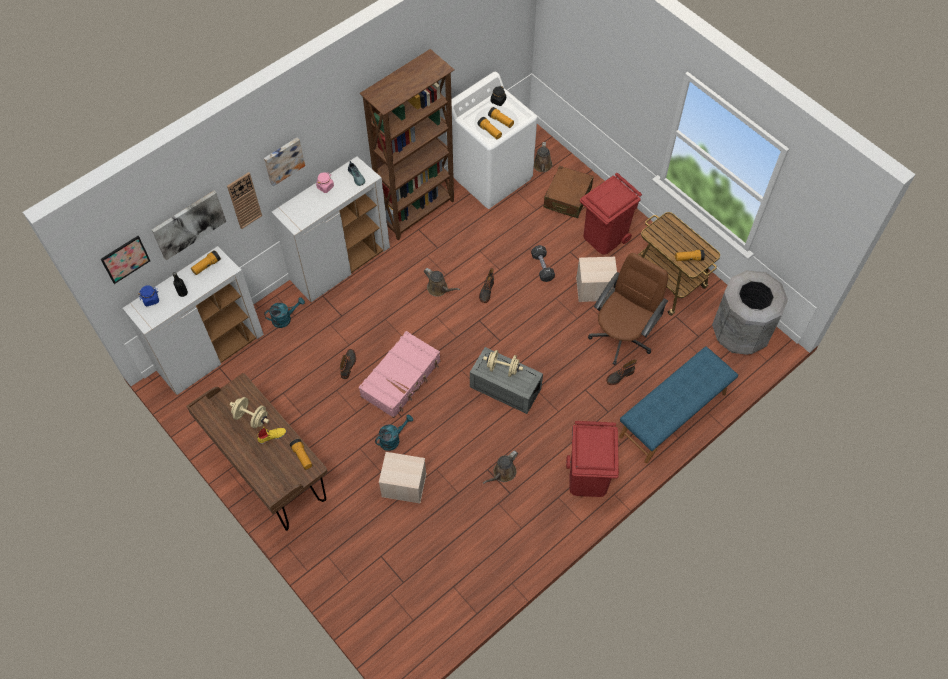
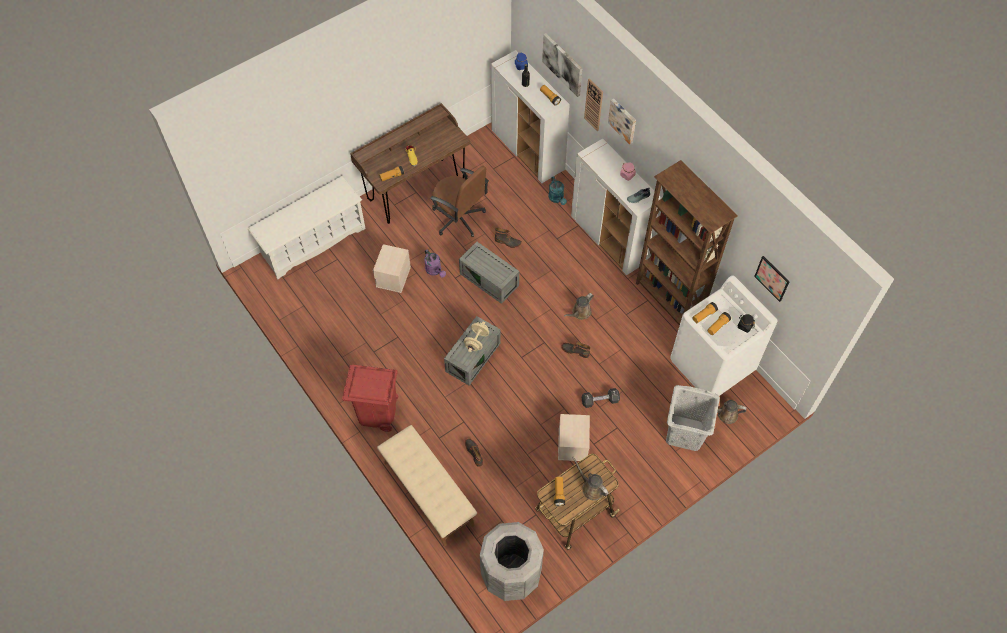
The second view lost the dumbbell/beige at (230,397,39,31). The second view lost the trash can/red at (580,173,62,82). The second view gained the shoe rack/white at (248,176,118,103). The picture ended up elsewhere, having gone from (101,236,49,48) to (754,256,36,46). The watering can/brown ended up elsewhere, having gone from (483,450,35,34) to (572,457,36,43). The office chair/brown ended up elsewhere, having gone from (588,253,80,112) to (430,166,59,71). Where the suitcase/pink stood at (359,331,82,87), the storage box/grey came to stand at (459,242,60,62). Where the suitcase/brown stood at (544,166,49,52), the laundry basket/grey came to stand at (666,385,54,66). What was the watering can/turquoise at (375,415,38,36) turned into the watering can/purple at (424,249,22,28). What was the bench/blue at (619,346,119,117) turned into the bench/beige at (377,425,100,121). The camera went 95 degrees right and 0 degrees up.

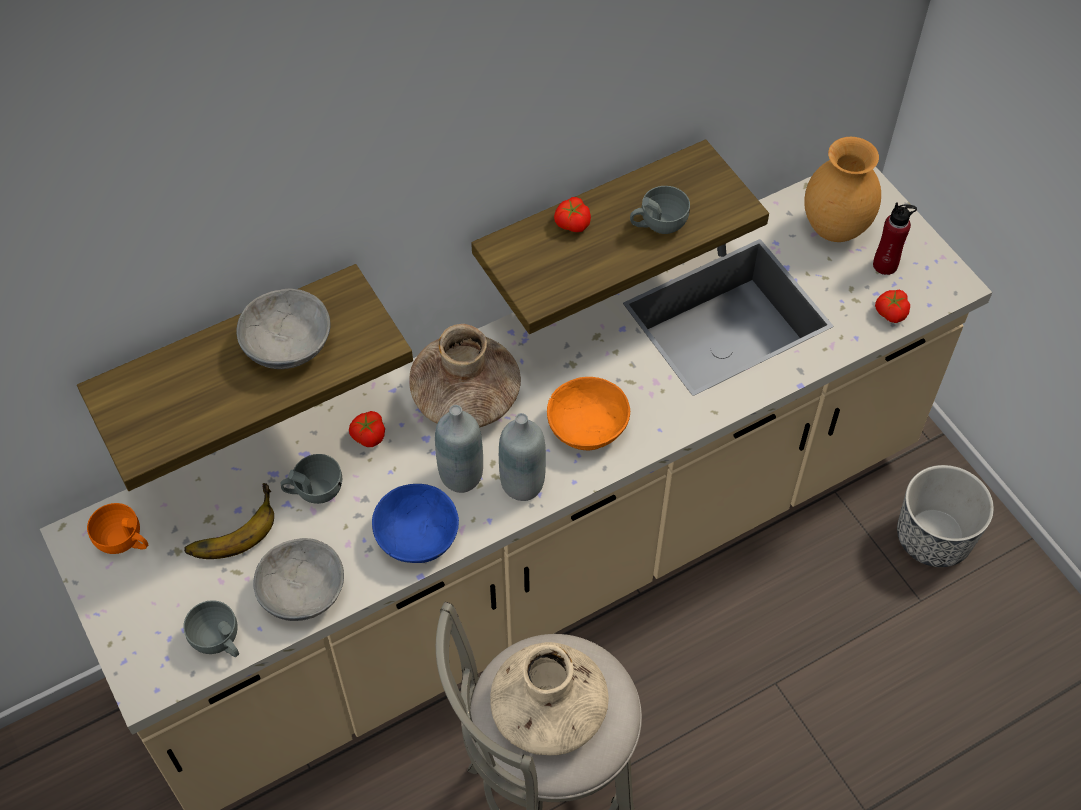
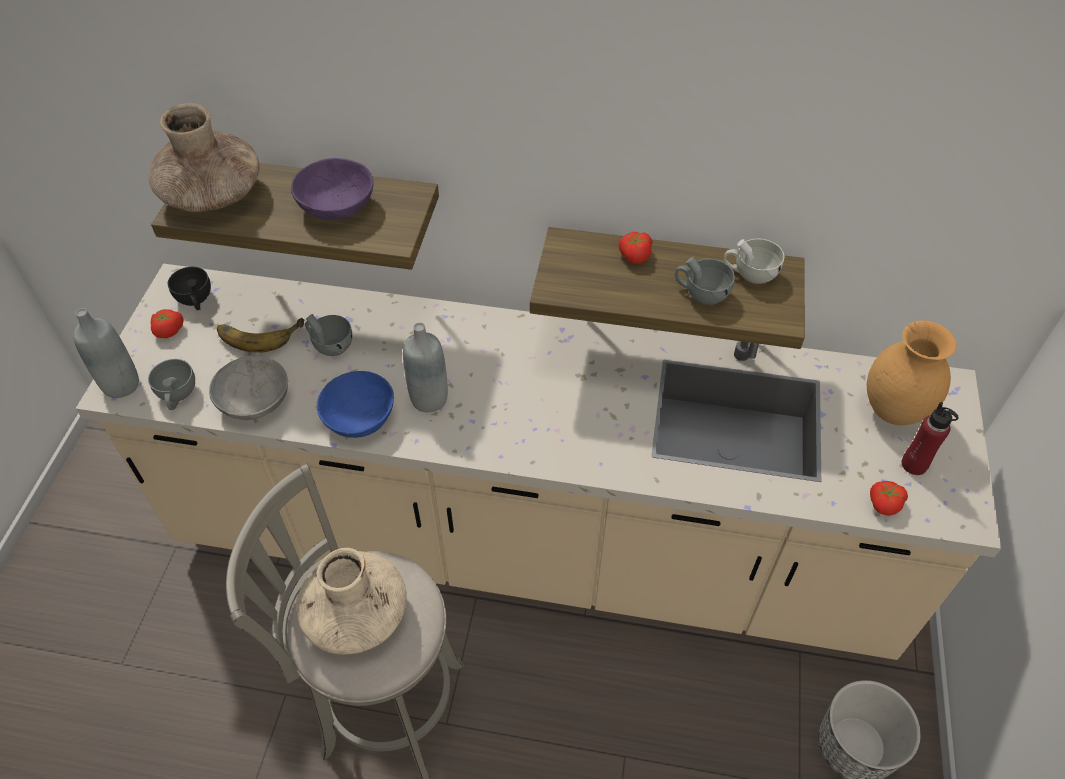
The second view lost the bowl/orange at (547,377,83,73). The second view gained the cup/white at (724,239,60,45). The tomato ended up elsewhere, having gone from (349,411,36,36) to (151,309,33,29). The vase/brown ended up elsewhere, having gone from (409,324,112,104) to (149,103,110,109). The bottle/grey ended up elsewhere, having gone from (499,413,47,88) to (73,308,66,90). What was the cup/orange at (87,503,61,51) turned into the cup/black at (168,267,43,43). What was the bowl/grey at (236,289,94,80) turned into the bowl/purple at (291,158,82,62). The camera went 40 degrees right and 5 degrees down.

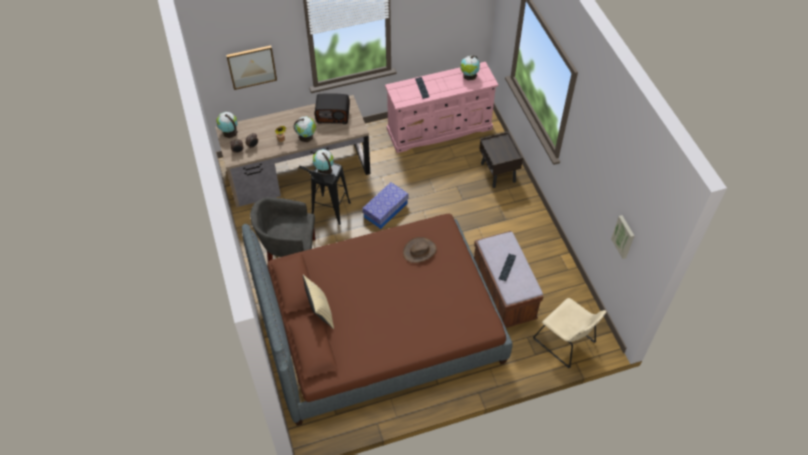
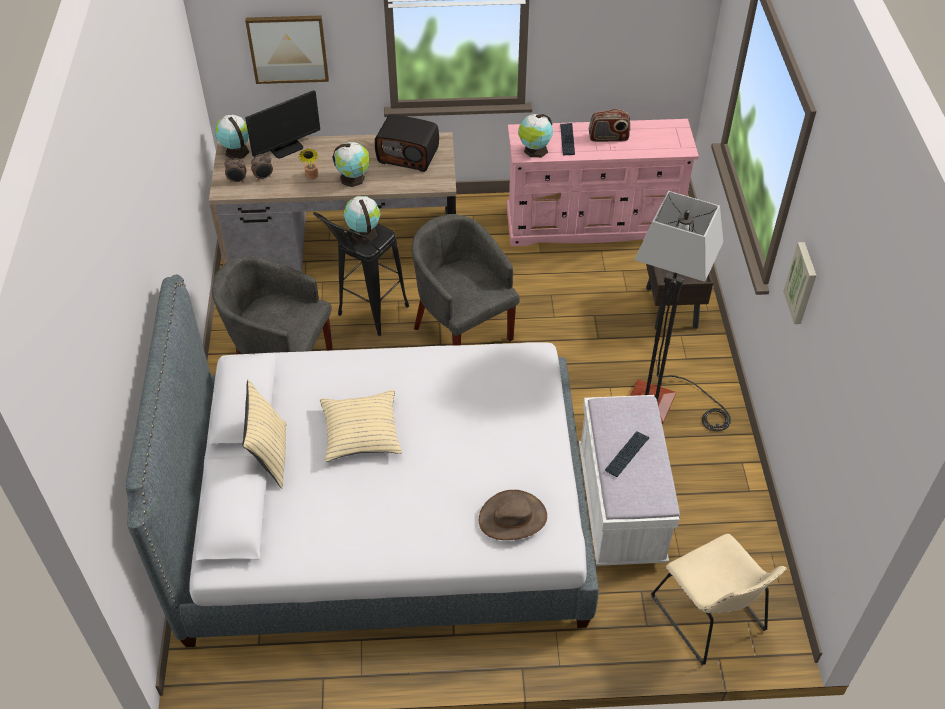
The second view gained the monitor at (245,90,75,68). The second view gained the pillow/beige at (320,390,82,72). The second view gained the radio at (589,109,41,33). The second view gained the floor lamp at (630,191,101,240). The hat/brown ended up elsewhere, having gone from (403,237,34,26) to (479,490,68,50). The globe ended up elsewhere, having gone from (461,55,19,25) to (518,114,35,44). The picture ended up elsewhere, having gone from (611,215,23,44) to (783,242,33,82). Where the storage box stood at (362,182,46,47), the armchair/grey came to stand at (412,214,108,131). What was the bed/brown at (242,214,271,212) turned into the bed/grey at (126,275,473,372). What was the bench/brown at (474,231,70,97) turned into the bench/white at (579,395,101,171). The camera went 15 degrees right and 5 degrees down.

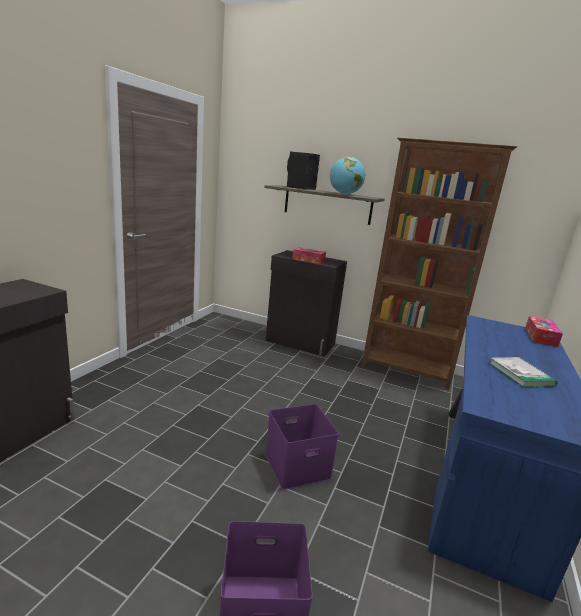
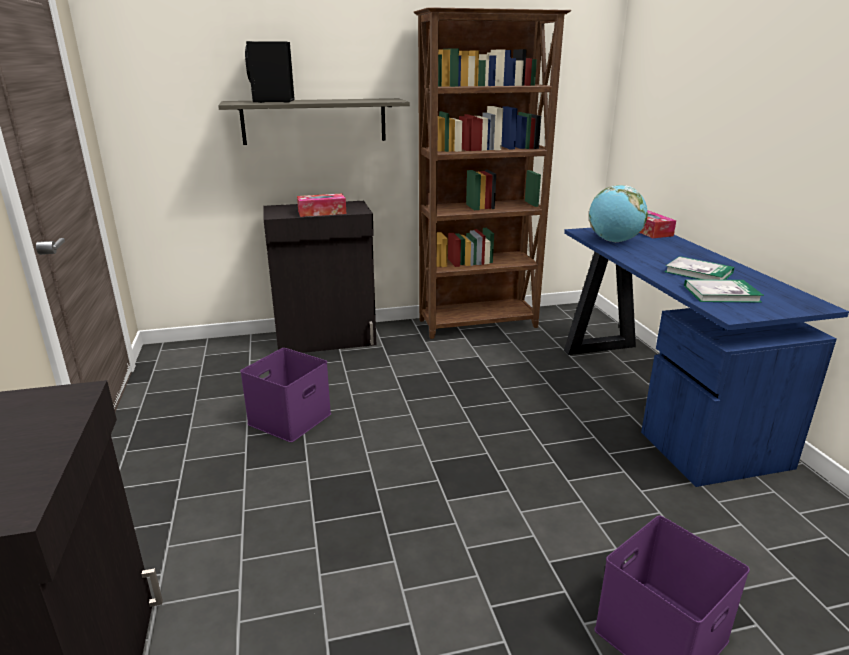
The second view gained the book at (684,279,80,24). The storage box/purple ended up elsewhere, having gone from (265,404,74,86) to (240,348,91,94). The globe ended up elsewhere, having gone from (330,157,36,37) to (589,185,59,57). The camera went 35 degrees left and 5 degrees up.

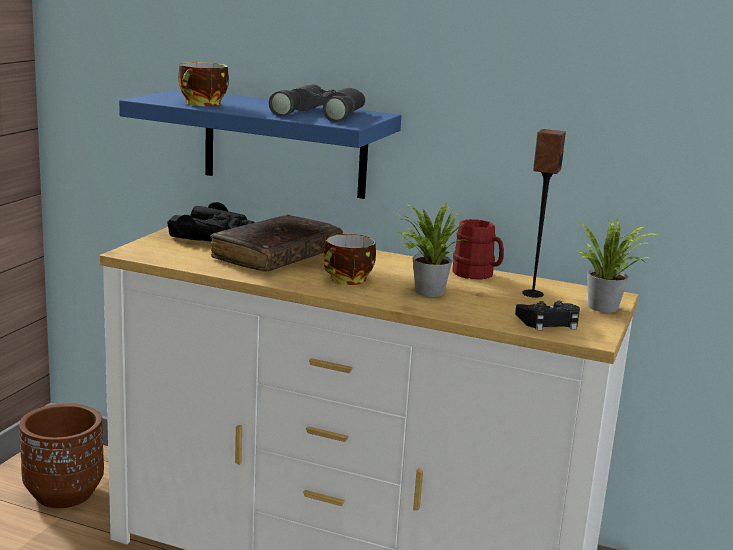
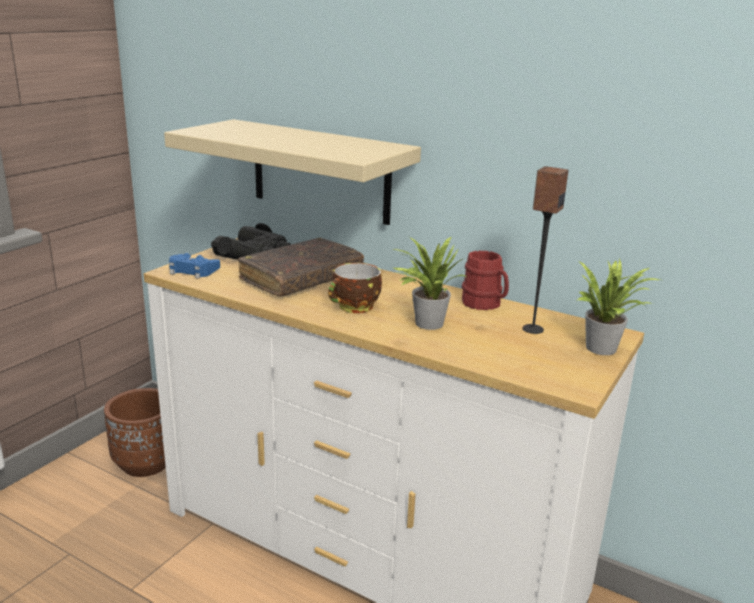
The second view lost the cup at (178,62,51,44). The second view lost the binoculars/grey at (269,84,96,38). The second view lost the game controller/black at (515,301,65,29). The second view gained the game controller/blue at (169,253,51,26). What was the shelf/blue at (119,89,282,110) turned into the shelf/beige at (164,119,257,106). The camera went 10 degrees right and 5 degrees up.

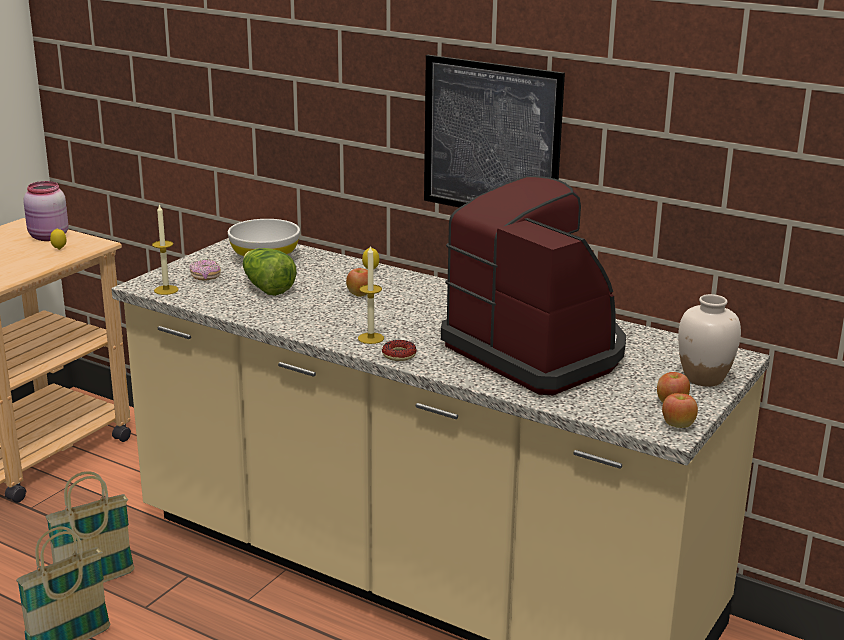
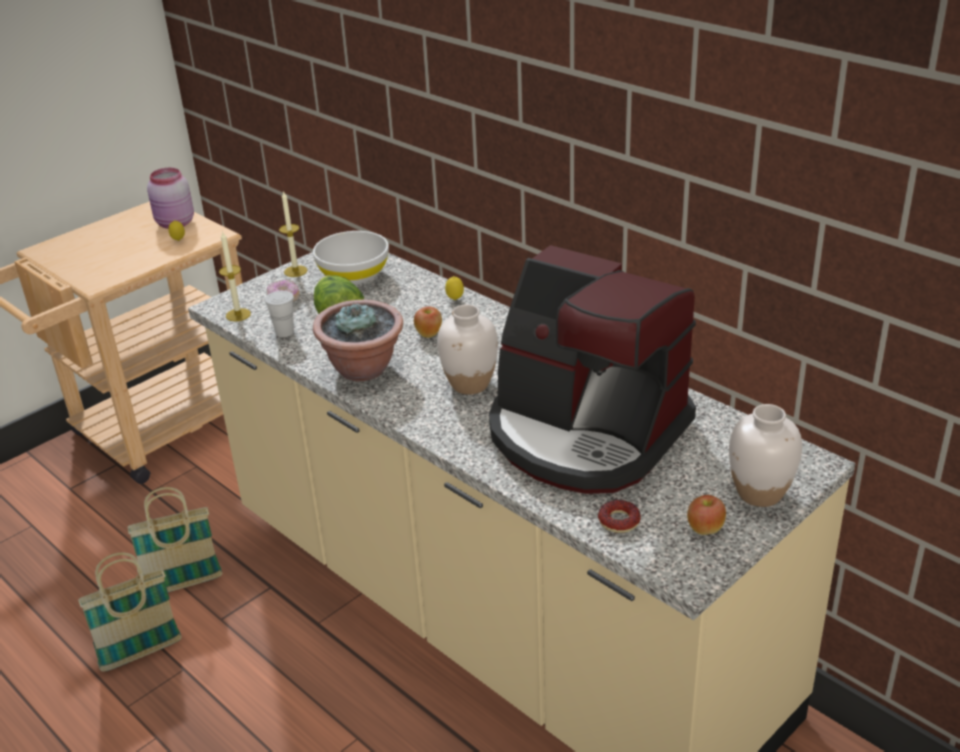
The second view lost the picture at (424,55,141,153). The second view lost the apple at (662,393,36,35). The second view gained the cup/white at (265,291,29,46). The second view gained the potted plant at (313,300,90,81). The second view gained the vase/white at (437,304,61,91). The candle ended up elsewhere, having gone from (358,245,26,99) to (279,190,28,87). The donut ended up elsewhere, having gone from (382,340,35,21) to (598,500,43,33). The coffee machine at (441,176,185,219) ended up facing another way, 150 degrees clockwise from before. The camera went 15 degrees right and 10 degrees up.

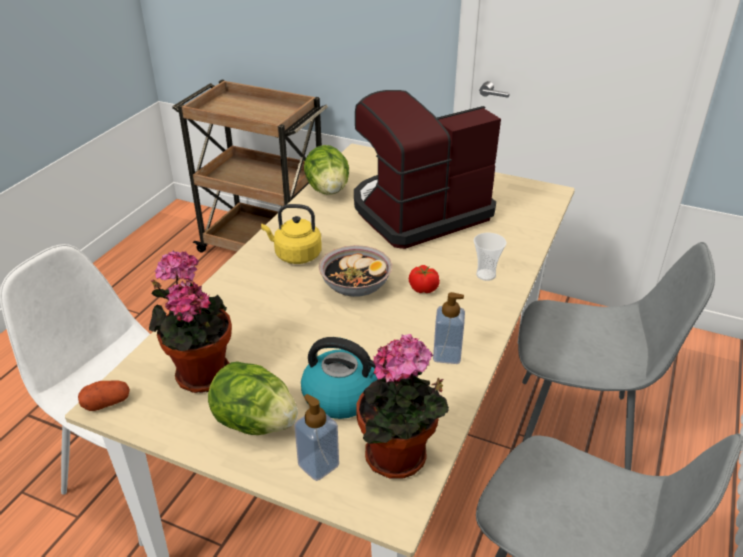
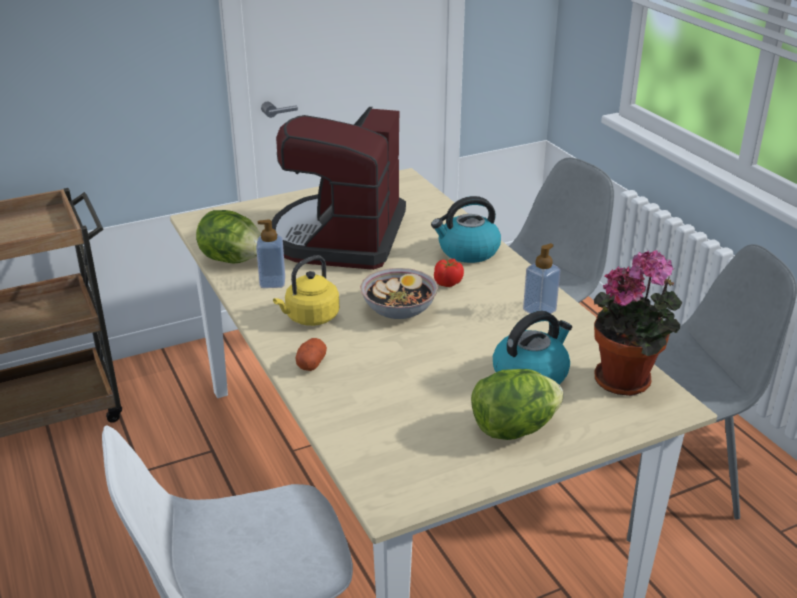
The second view lost the potted plant at (149,251,83,142). The potato ended up elsewhere, having gone from (78,381,52,30) to (296,338,31,33). The soap dispenser ended up elsewhere, having gone from (294,394,45,87) to (256,220,29,68). Where the cup stood at (474,233,32,48), the kettle came to stand at (431,196,70,67). The camera went 50 degrees left and 5 degrees down.

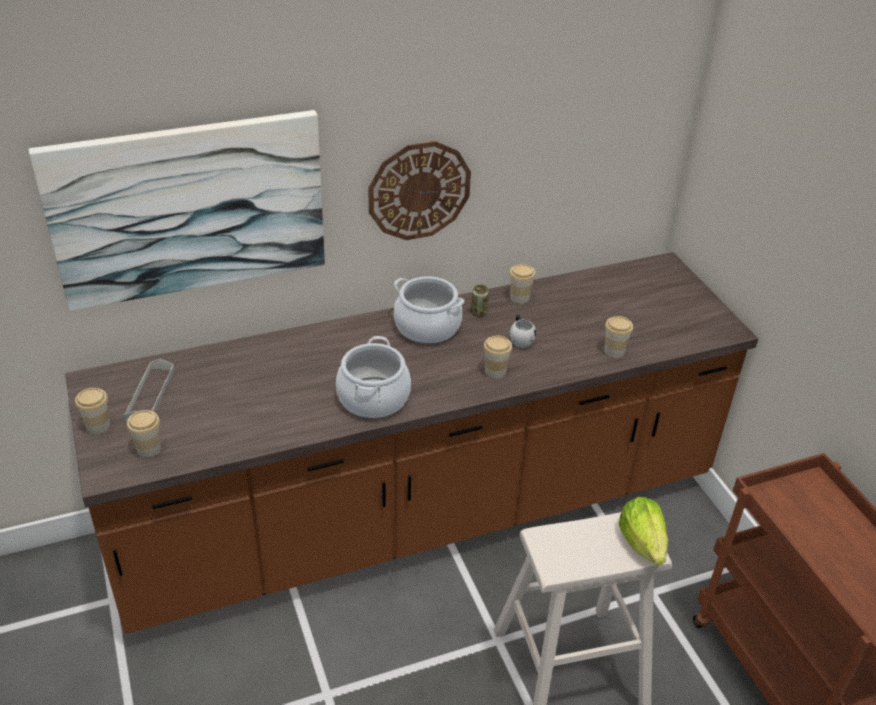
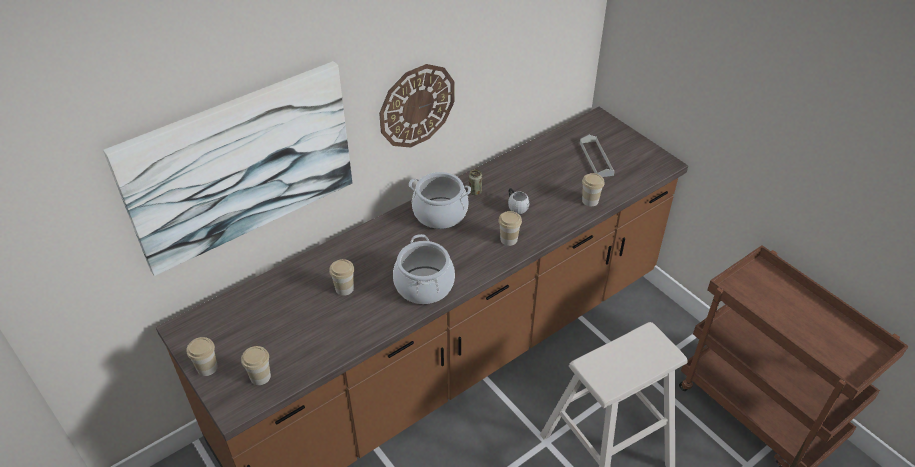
The second view lost the lettuce at (619,497,49,68). The tray/grey ended up elsewhere, having gone from (124,359,50,62) to (580,135,35,42). The cup ended up elsewhere, having gone from (509,264,26,40) to (329,259,25,37). The camera went 15 degrees left and 5 degrees up.

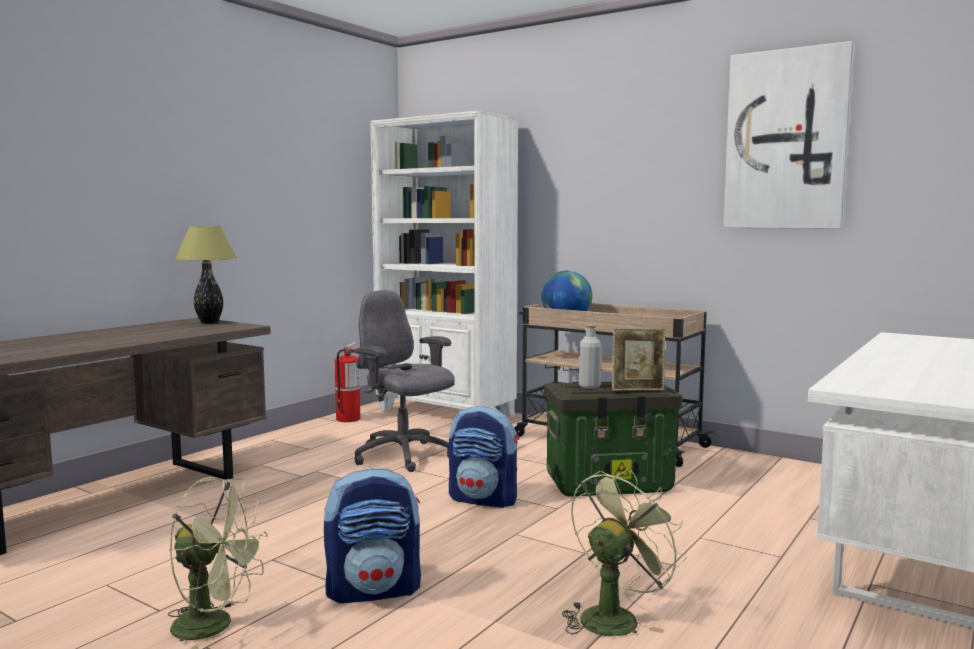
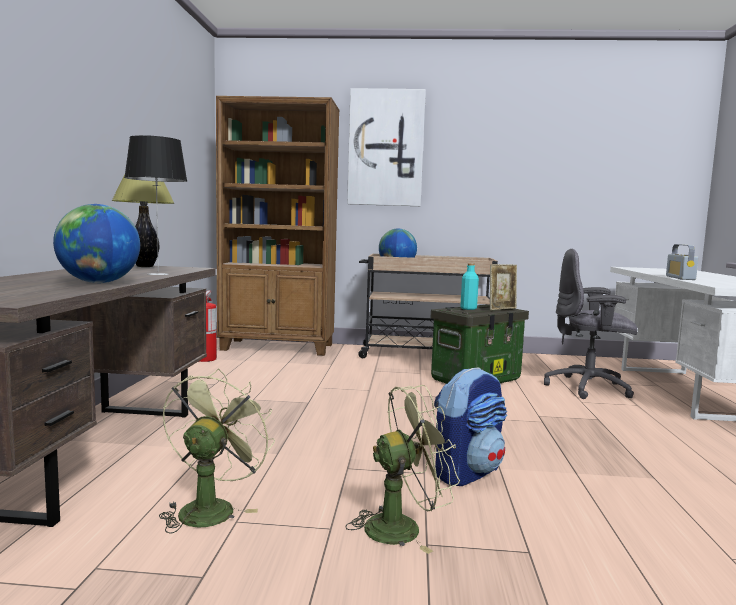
The second view lost the backpack at (449,406,70,102). The second view gained the globe at (53,204,87,79). The second view gained the table lamp at (124,135,63,140). The second view gained the radio at (666,244,32,36). The office chair/grey ended up elsewhere, having gone from (355,290,100,182) to (544,249,93,150). The fan/green ended up elsewhere, having gone from (562,468,125,168) to (159,369,116,165). The picture ended up elsewhere, having gone from (723,41,131,188) to (347,88,79,118). What was the bookcase/white at (370,110,148,307) turned into the bookcase/brown at (216,96,123,260). What was the bottle/grey at (579,325,23,64) turned into the bottle/turquoise at (460,263,19,47). The camera went 30 degrees left and 0 degrees up.

